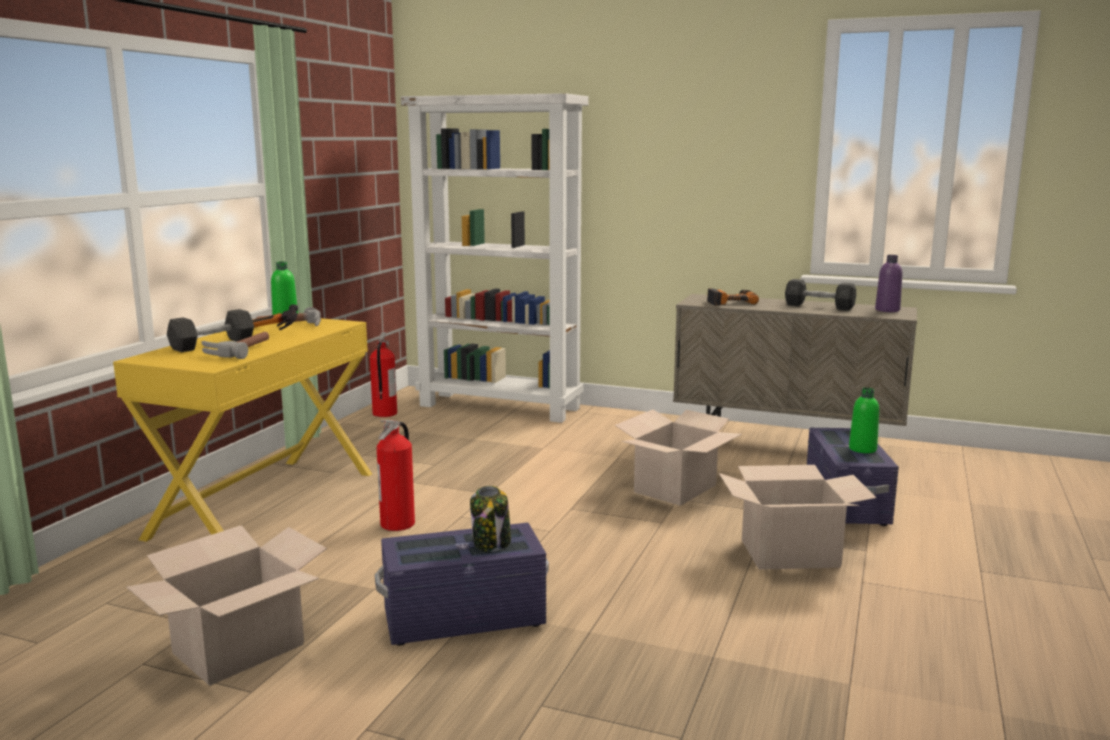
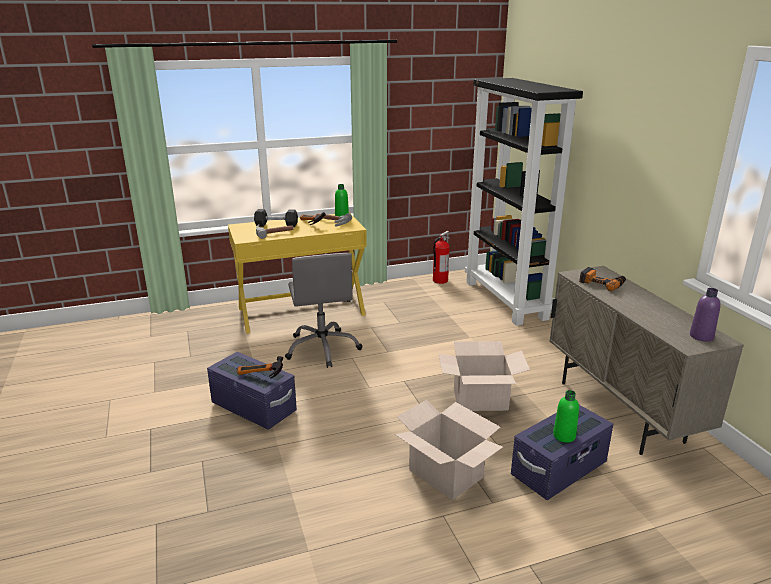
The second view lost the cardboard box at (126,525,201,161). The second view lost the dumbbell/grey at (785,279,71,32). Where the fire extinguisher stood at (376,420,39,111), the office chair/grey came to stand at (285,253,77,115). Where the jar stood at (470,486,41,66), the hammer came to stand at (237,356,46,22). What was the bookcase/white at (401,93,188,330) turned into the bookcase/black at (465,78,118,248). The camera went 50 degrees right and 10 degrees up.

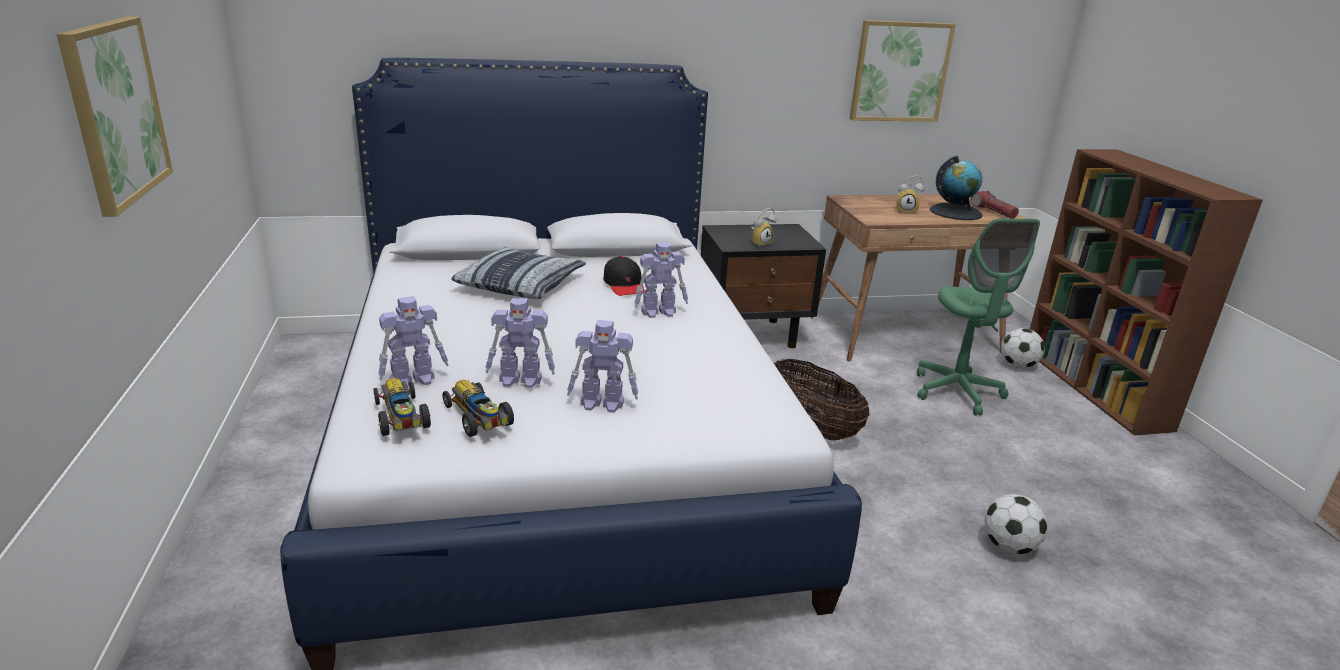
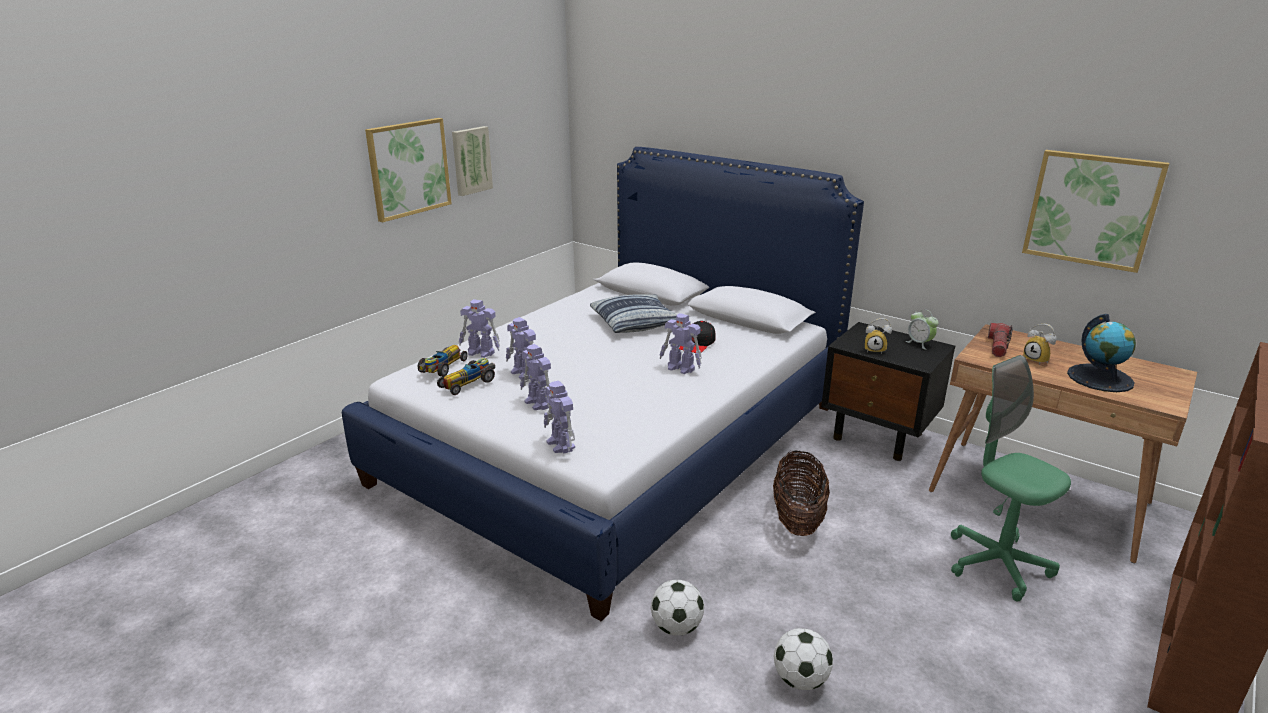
The second view gained the picture at (452,126,41,70). The second view gained the toy robot at (544,381,31,73). The second view gained the alarm clock at (906,309,33,41). The flashlight ended up elsewhere, having gone from (971,191,48,28) to (988,323,25,34). The football ended up elsewhere, having gone from (1001,328,44,40) to (650,580,54,55). The toy car at (443,380,71,57) ended up facing another way, 150 degrees counterclockwise from before. The office chair/green at (917,218,123,198) ended up facing another way, 105 degrees clockwise from before. The camera went 50 degrees right and 0 degrees up.

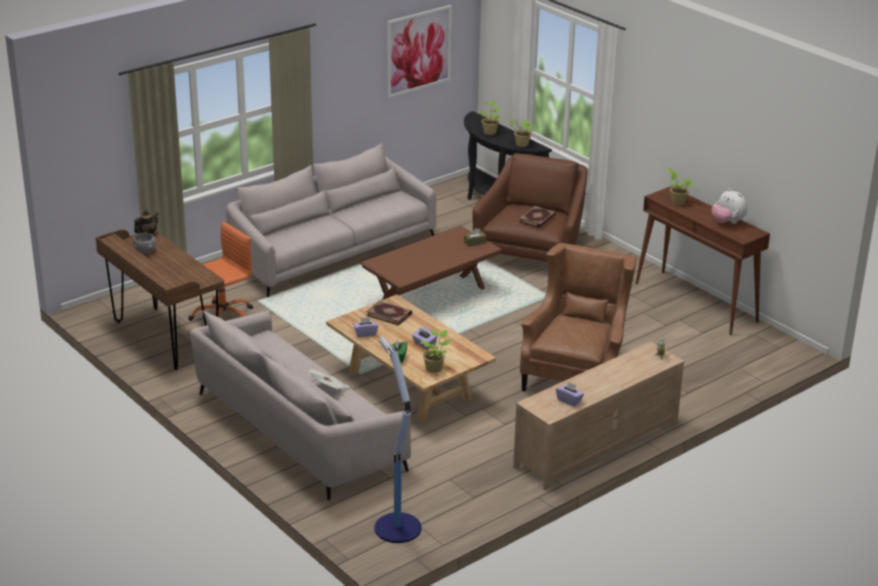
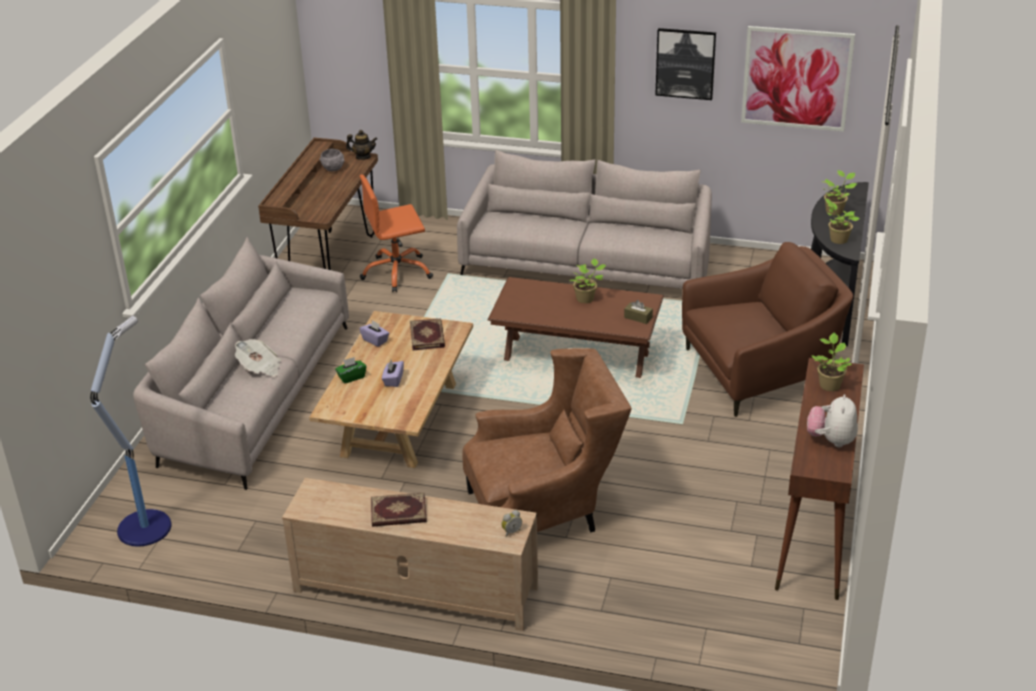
The second view lost the tissue box/purple at (556,382,28,24). The second view gained the picture at (655,28,61,72). The potted plant ended up elsewhere, having gone from (418,330,33,43) to (569,258,37,45). The book ended up elsewhere, having gone from (519,206,37,22) to (371,492,56,35). The office chair/orange at (189,221,64,100) ended up facing another way, 150 degrees clockwise from before. The camera went 55 degrees right and 5 degrees up.

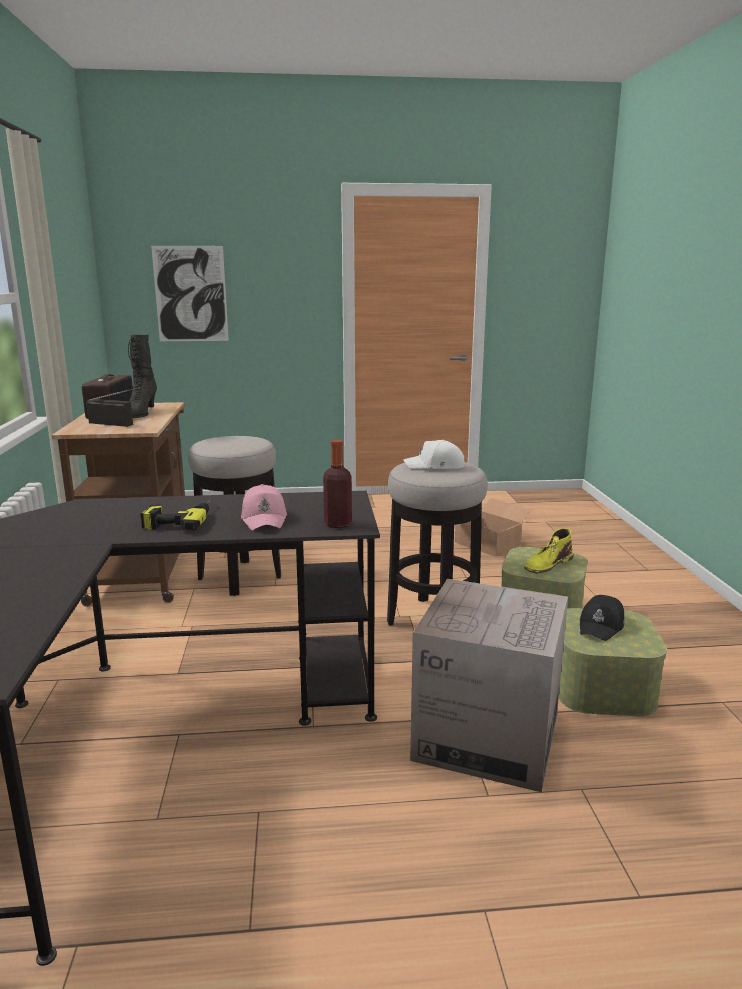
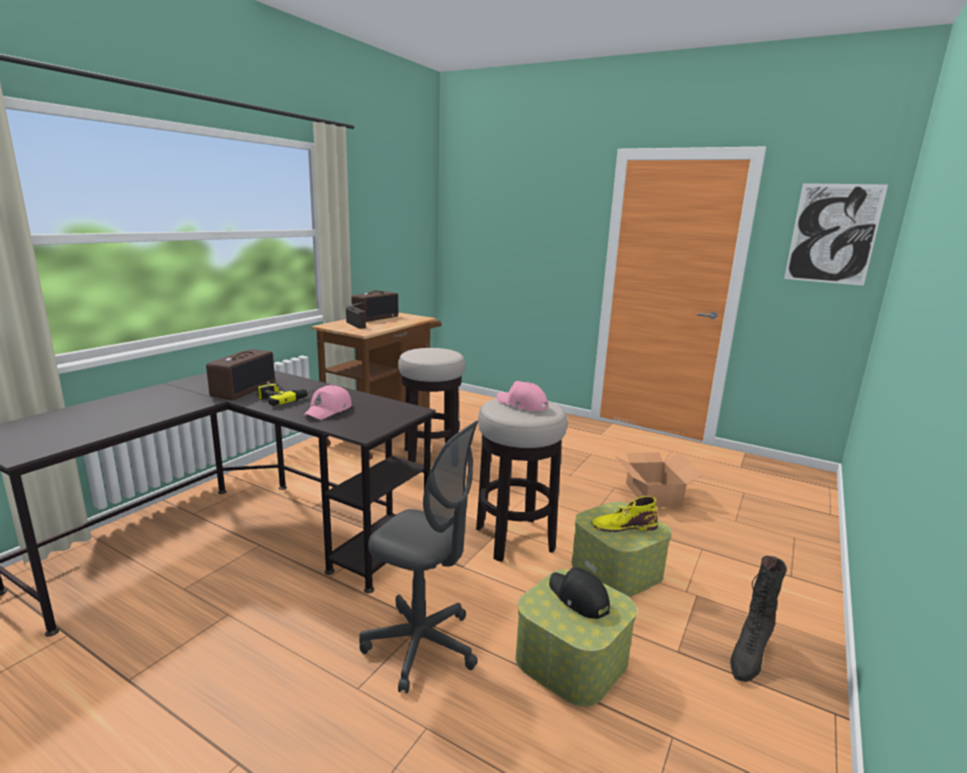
The second view lost the bottle at (323,440,29,88). The second view gained the radio at (206,349,69,51). The boot/black ended up elsewhere, having gone from (128,335,29,83) to (730,556,57,126). The picture ended up elsewhere, having gone from (151,246,78,95) to (784,183,104,103). Where the cardboard box stood at (410,579,158,213), the office chair/grey came to stand at (359,421,119,272). What was the cap/white at (403,440,62,29) turned into the cap/pink at (497,381,51,30). The cap/black at (580,595,44,46) ended up facing another way, 75 degrees clockwise from before. The camera went 35 degrees right and 0 degrees up.

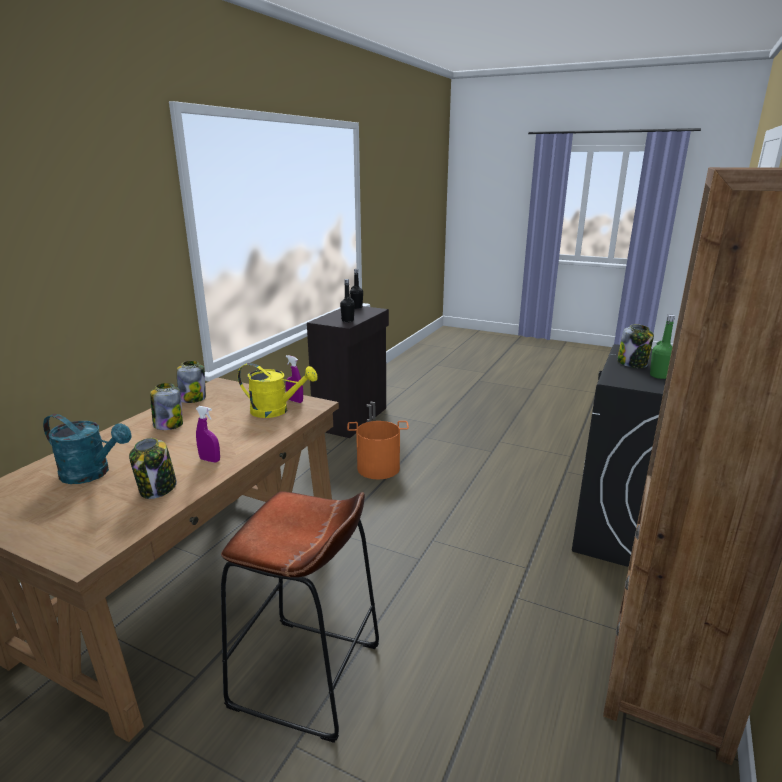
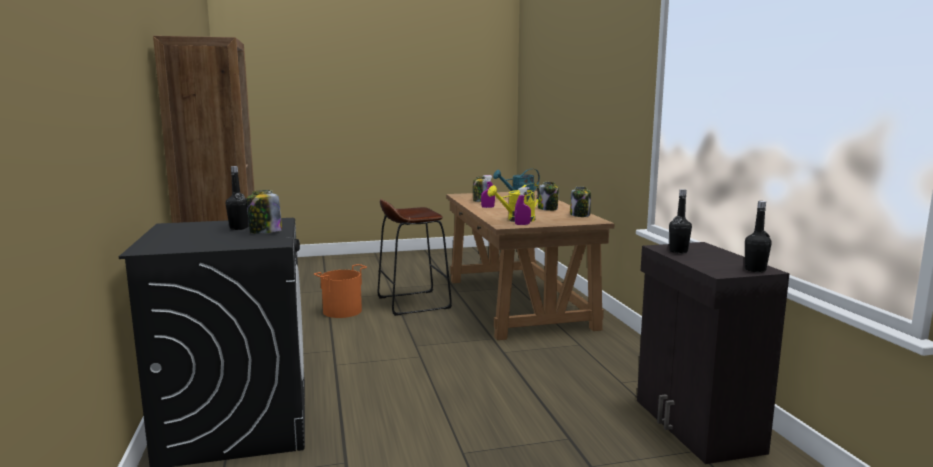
The bucket/orange ended up elsewhere, having gone from (347,421,62,58) to (314,264,53,54). What was the bottle/green at (650,315,25,64) turned into the bottle/black at (226,166,22,64). The camera went 140 degrees right and 10 degrees down.

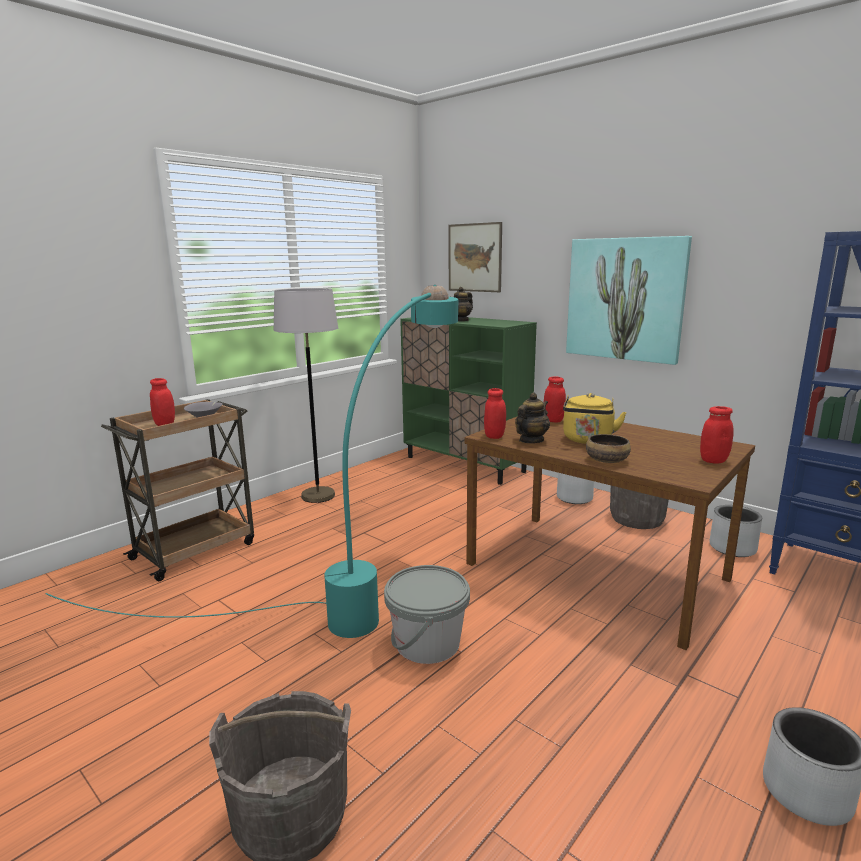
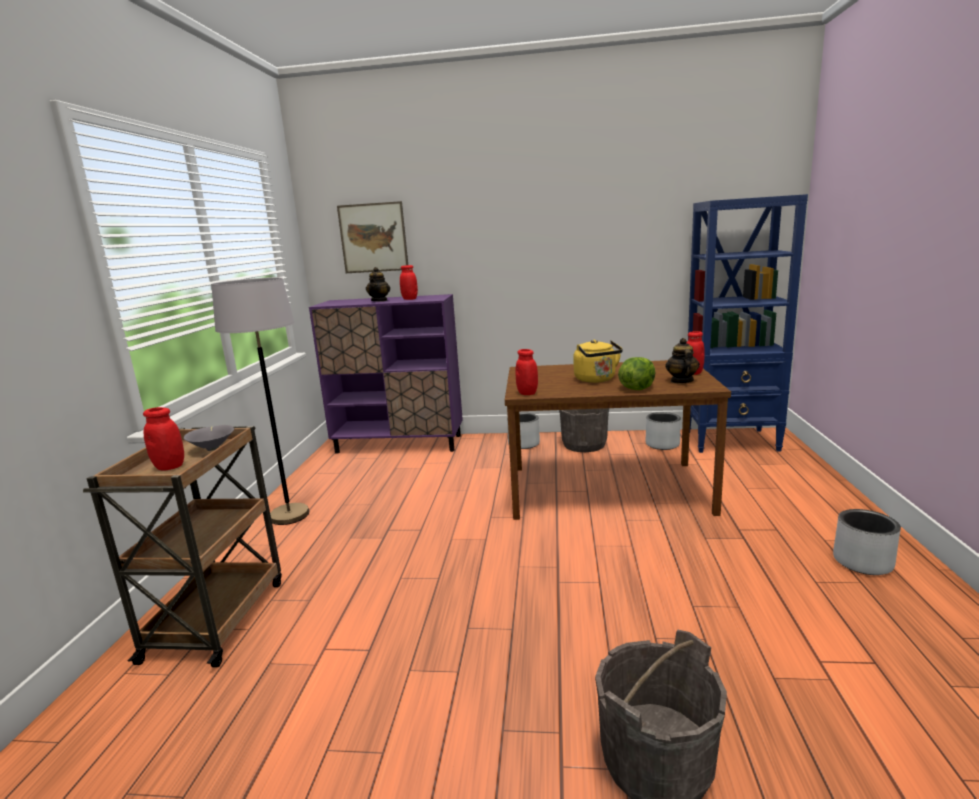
The second view lost the floor lamp/turquoise at (45,285,413,353). The second view lost the bucket/grey at (384,565,86,99). The second view lost the picture at (566,236,126,129). The teapot ended up elsewhere, having gone from (515,393,35,50) to (665,338,35,46). The jar/red ended up elsewhere, having gone from (544,376,22,46) to (400,265,18,35). Where the bowl stood at (586,434,45,29), the lettuce came to stand at (618,357,38,33). What was the cabinet/green at (400,317,137,168) turned into the cabinet/purple at (309,294,154,160). The camera went 35 degrees left and 0 degrees up.

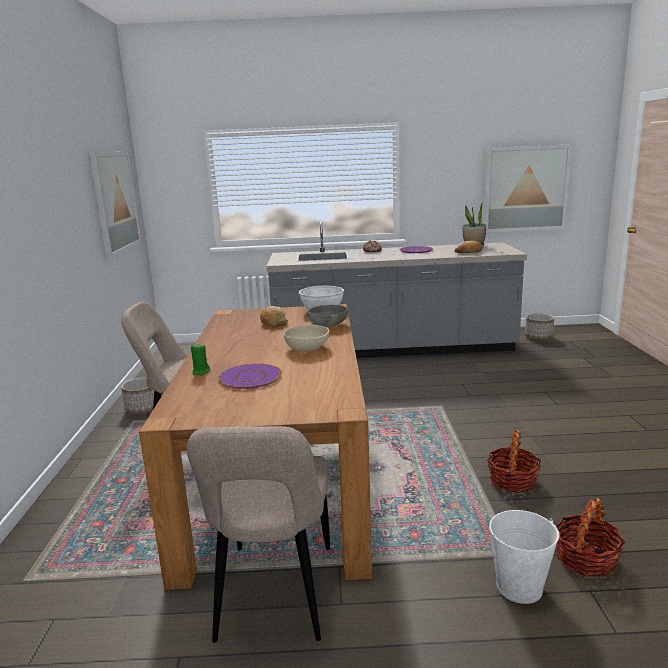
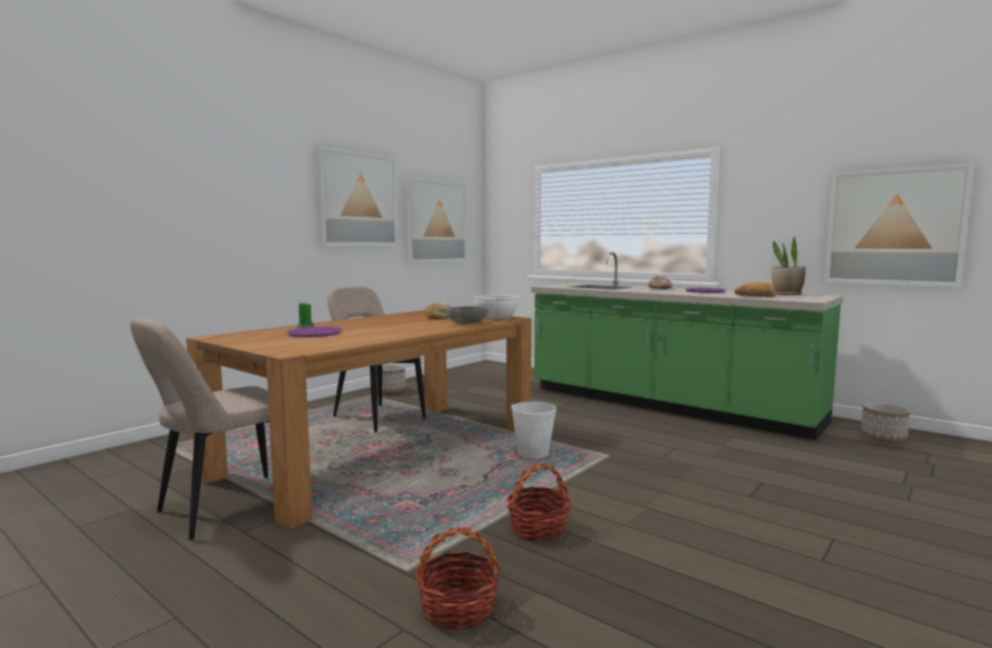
The second view lost the bowl/beige at (284,325,45,26). The second view gained the picture at (317,146,81,100). The bucket/white ended up elsewhere, having gone from (489,510,70,94) to (511,402,46,56). What was the counter/grey at (266,221,261,137) turned into the counter/green at (531,252,312,188). The camera went 40 degrees right and 10 degrees down.

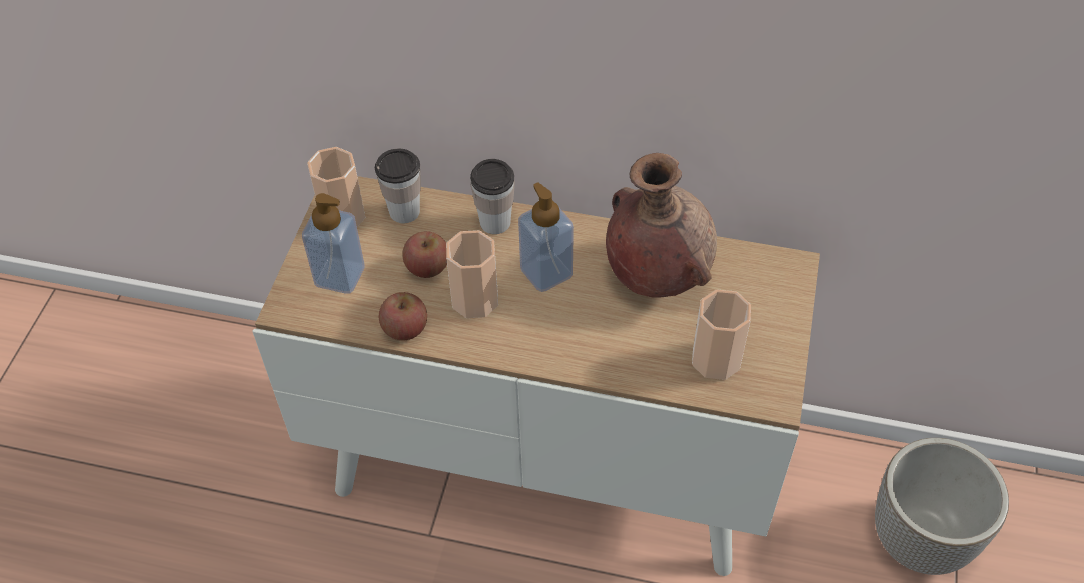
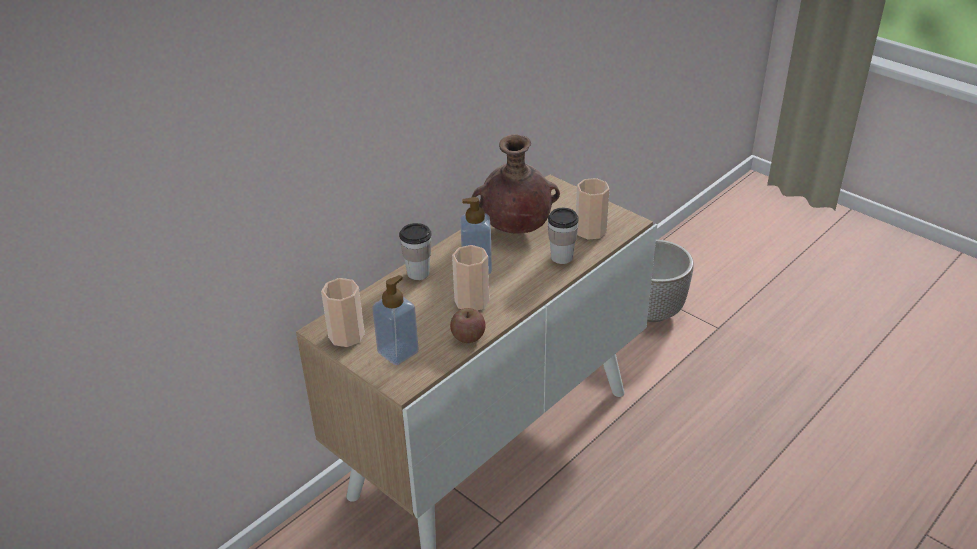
The second view lost the apple at (402,231,45,47). The cup ended up elsewhere, having gone from (375,149,46,74) to (548,208,31,56). The camera went 60 degrees left and 15 degrees down.

